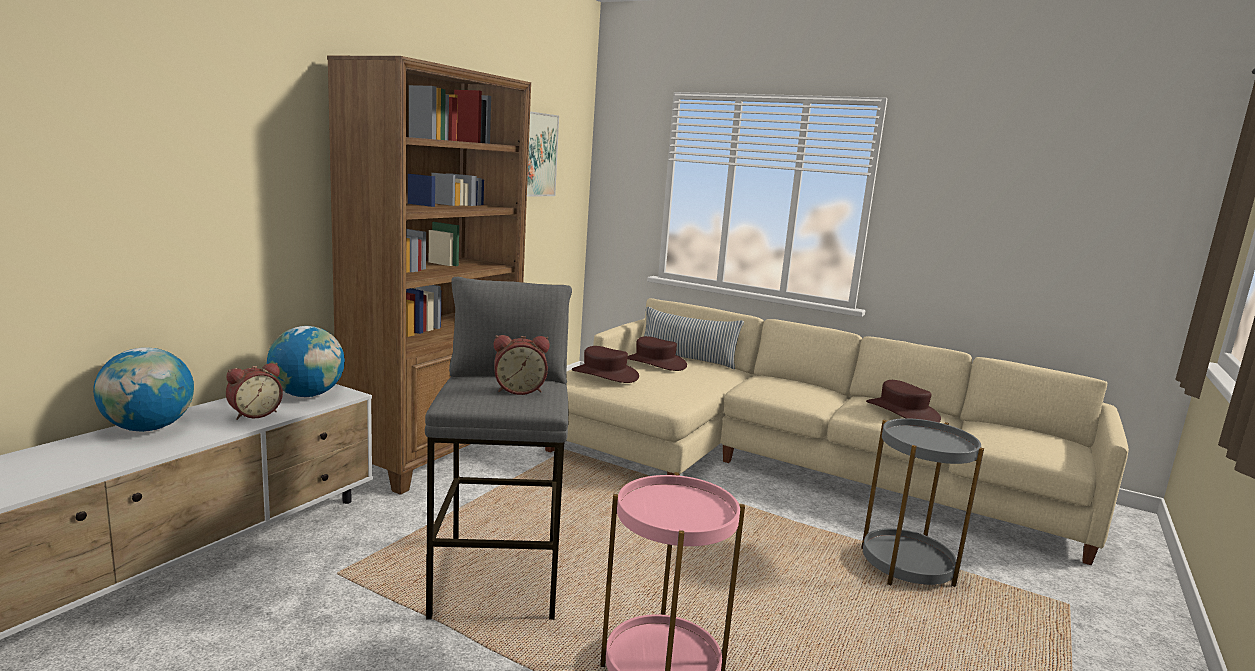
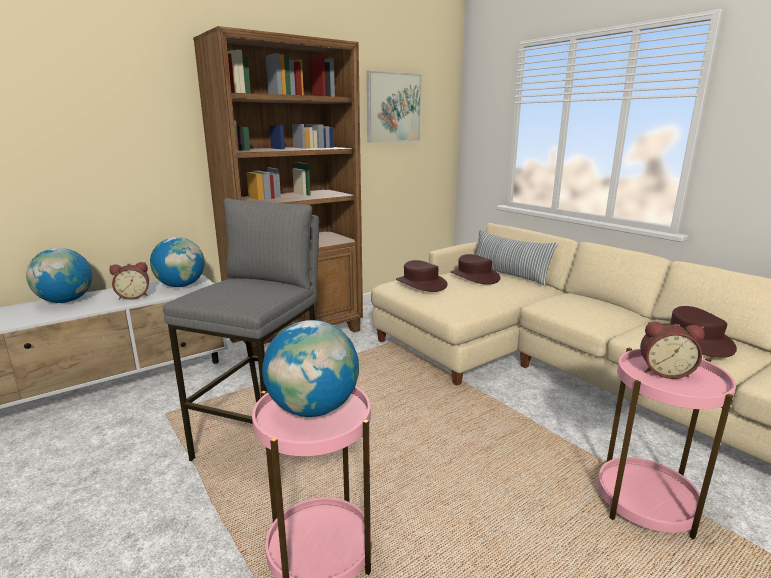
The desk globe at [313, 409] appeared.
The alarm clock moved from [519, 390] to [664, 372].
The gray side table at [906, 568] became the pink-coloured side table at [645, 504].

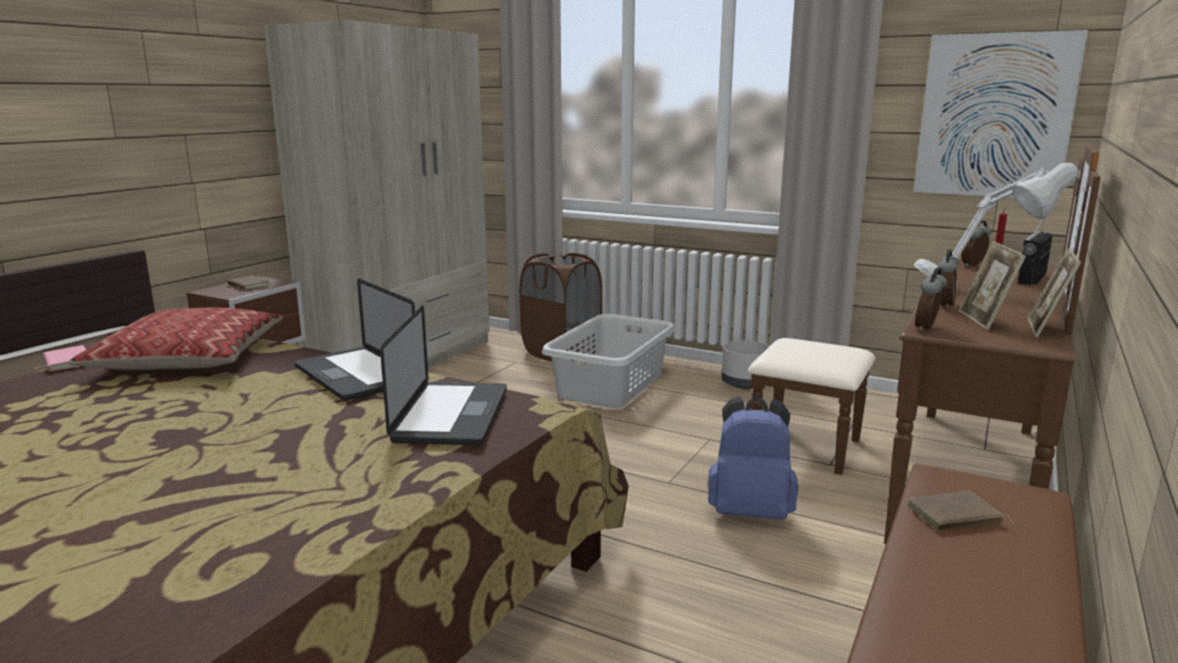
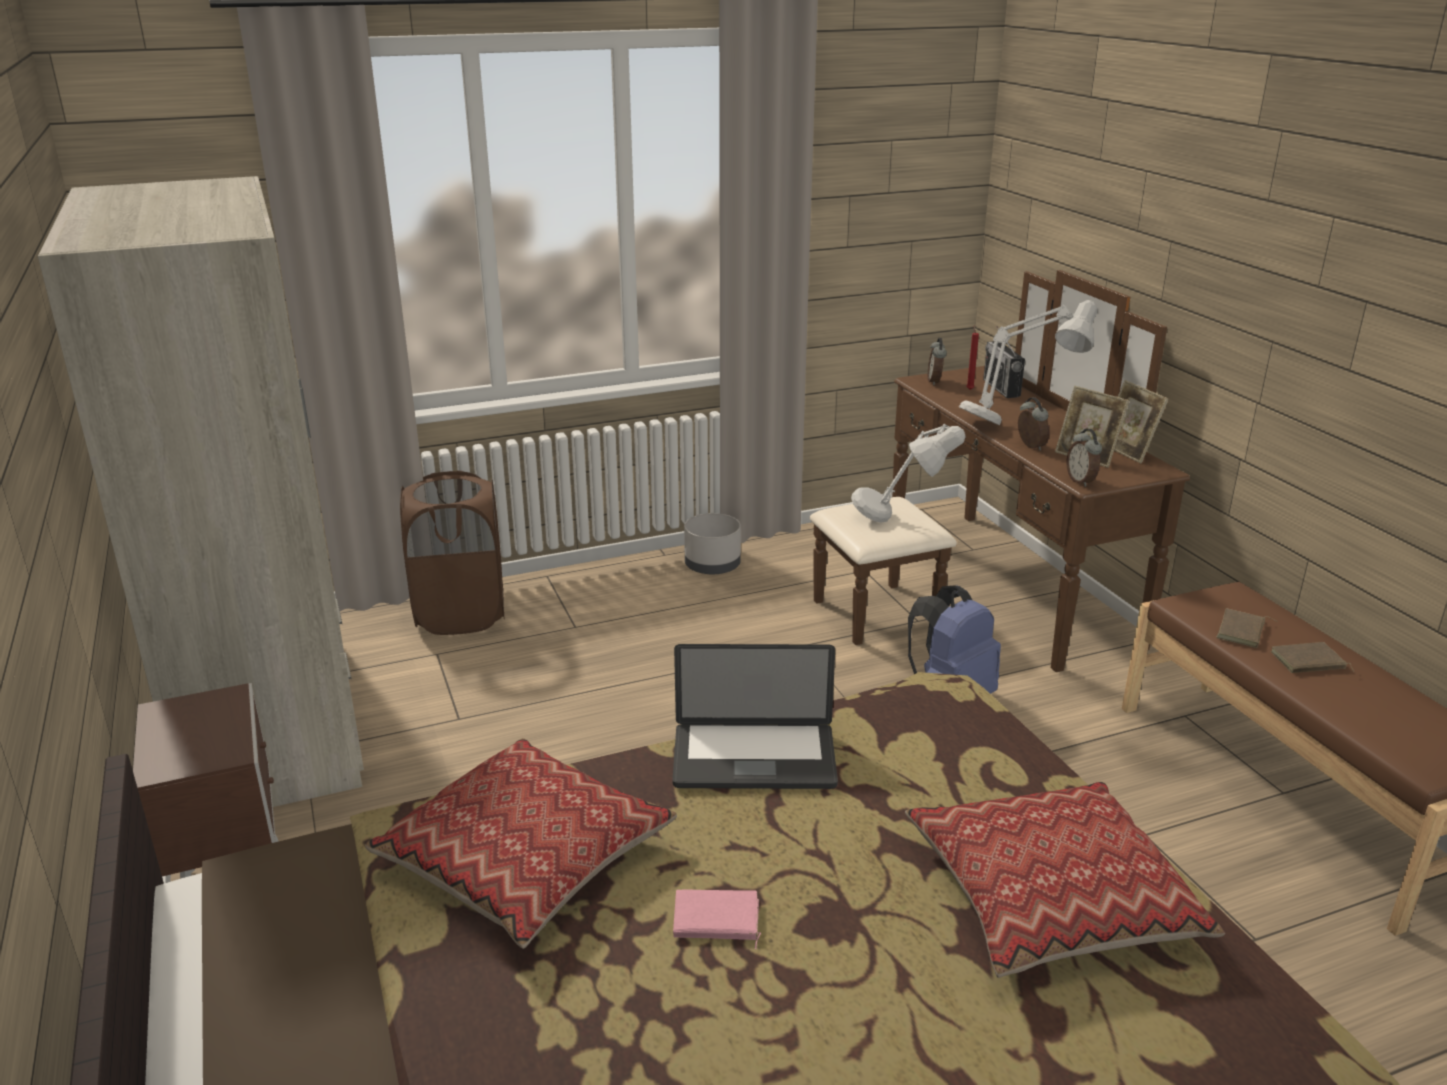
The portable computer at [451, 415] disappeared.
The gray washing basket at [612, 385] disappeared.
The wall picture at [995, 116] disappeared.
The gray table lamp at [902, 530] appeared.
The cushion at [1050, 896] appeared.
The pink-coloured volume moved from [65, 362] to [716, 921].
The brownish volume moved from [247, 285] to [1308, 662].

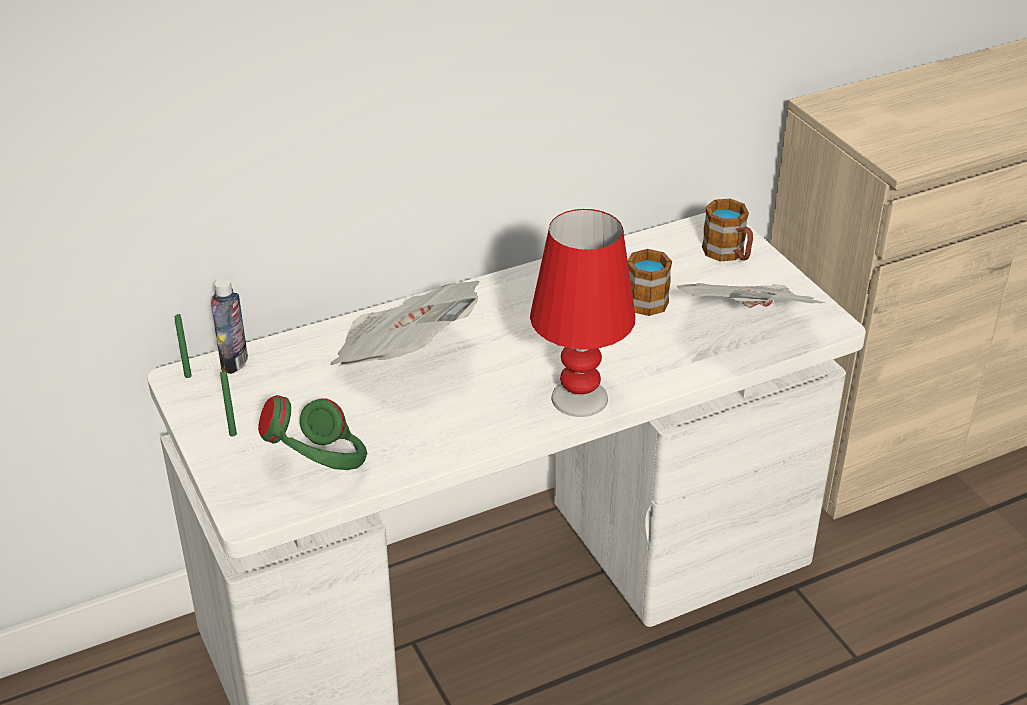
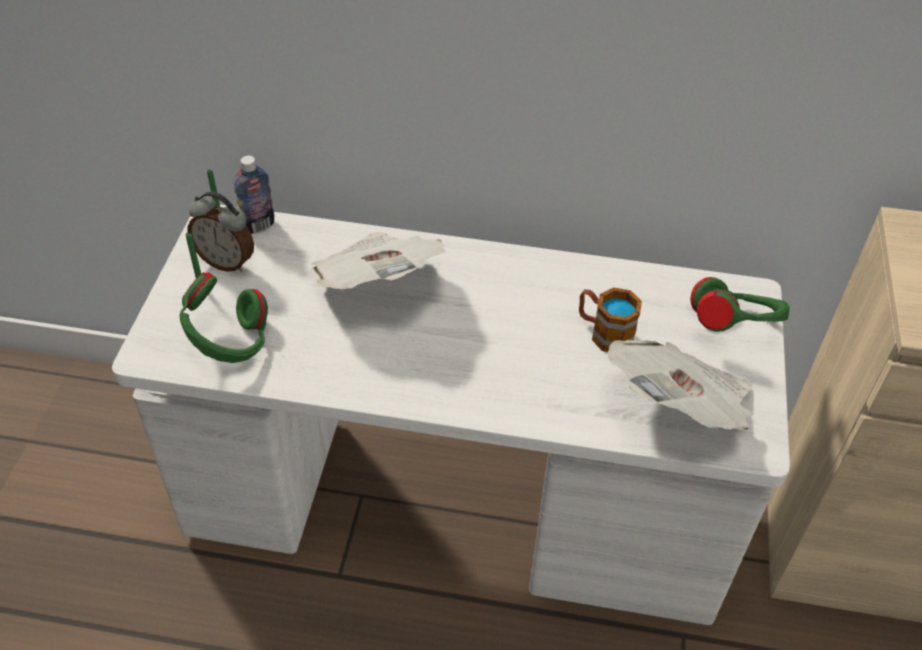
The red table lamp at [580, 399] disappeared.
The alarm clock at [227, 261] appeared.
The tea mug at [728, 254] was replaced by the green headset at [733, 328].

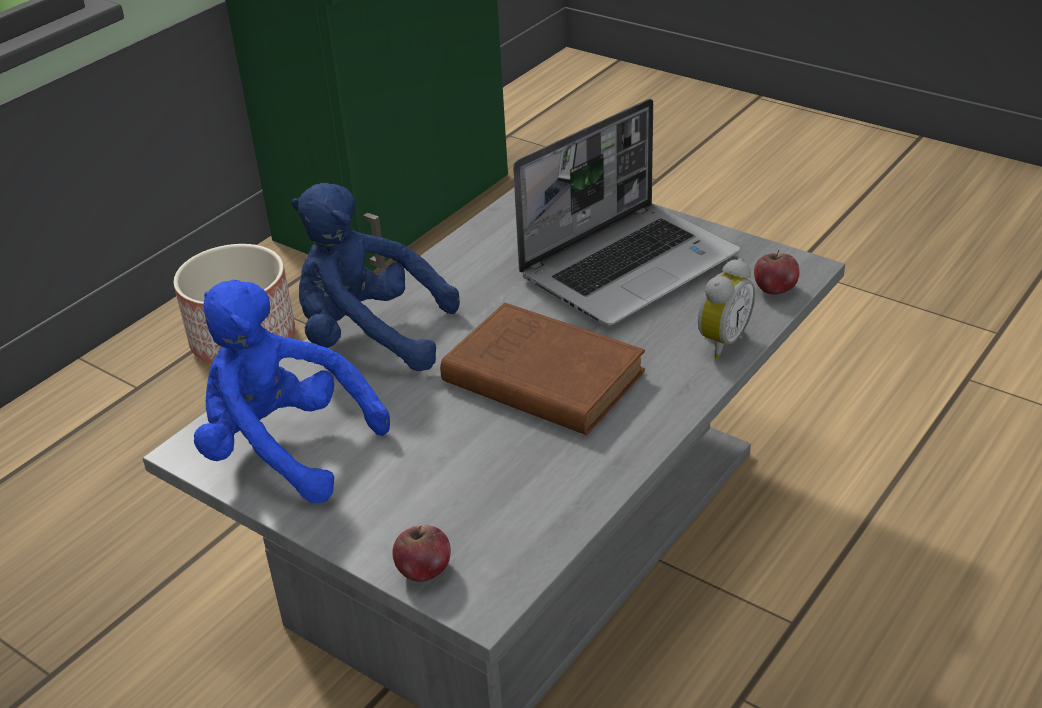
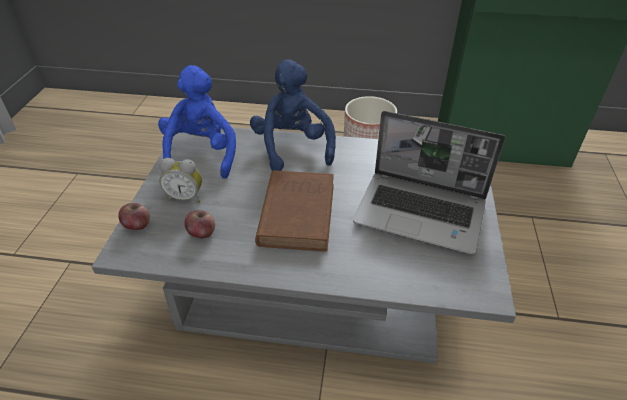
The alarm clock moved from [720, 341] to [186, 197].
The apple fruit moved from [775, 289] to [202, 233].

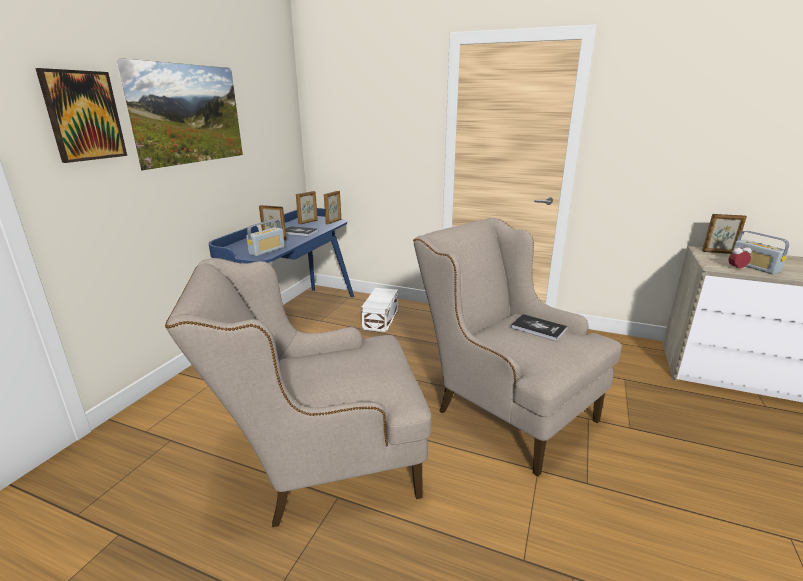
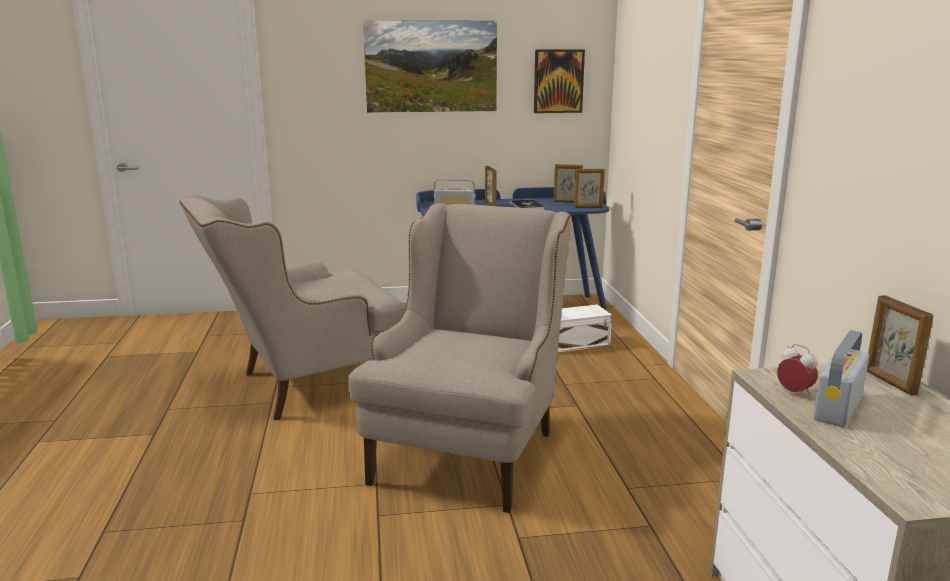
The volume at [538, 328] disappeared.
The wall picture moved from [83, 116] to [558, 81].
The beige-coloured armchair at [322, 465] turned 75 degrees counterclockwise.

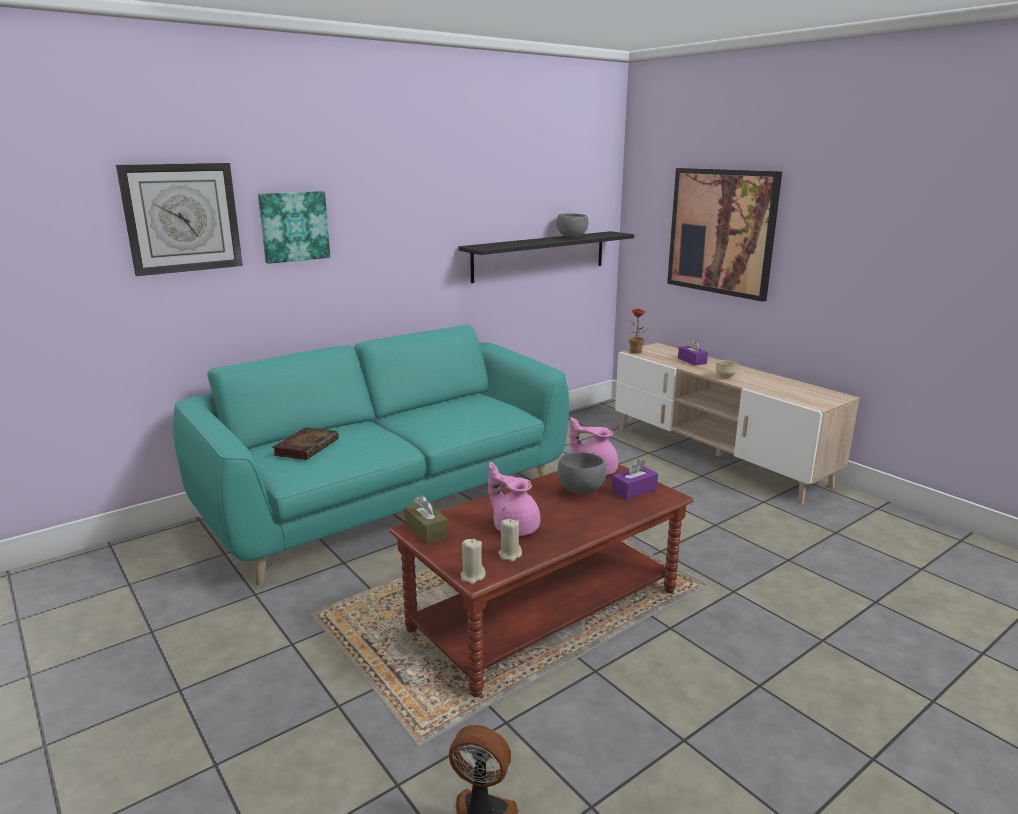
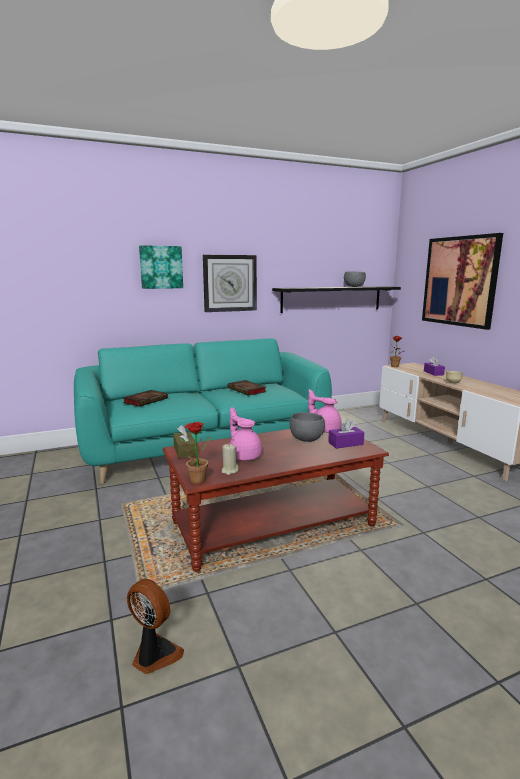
The volume at [247, 390] appeared.
The clock on the wall moved from [182, 218] to [230, 283].
The beige-coloured wax candle at [472, 576] was replaced by the plant in a pot at [194, 480].

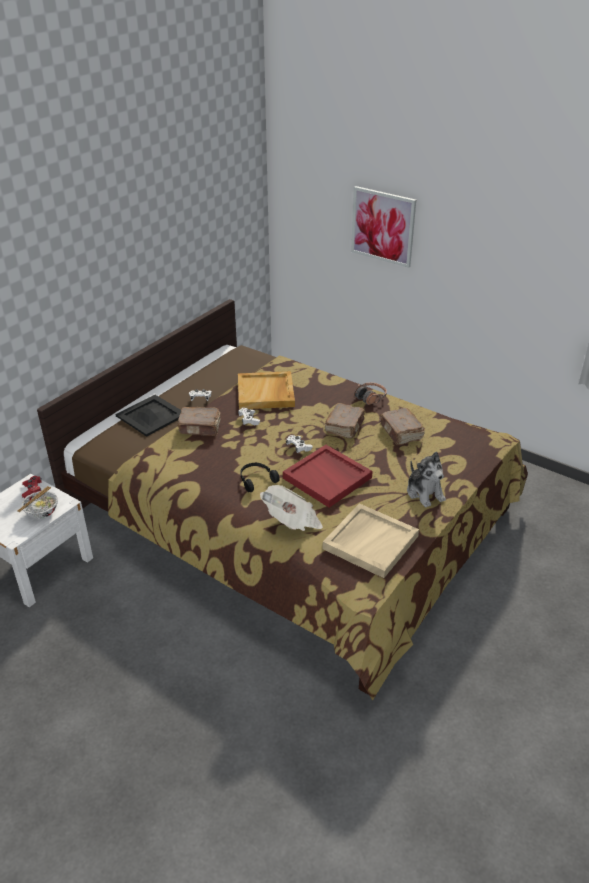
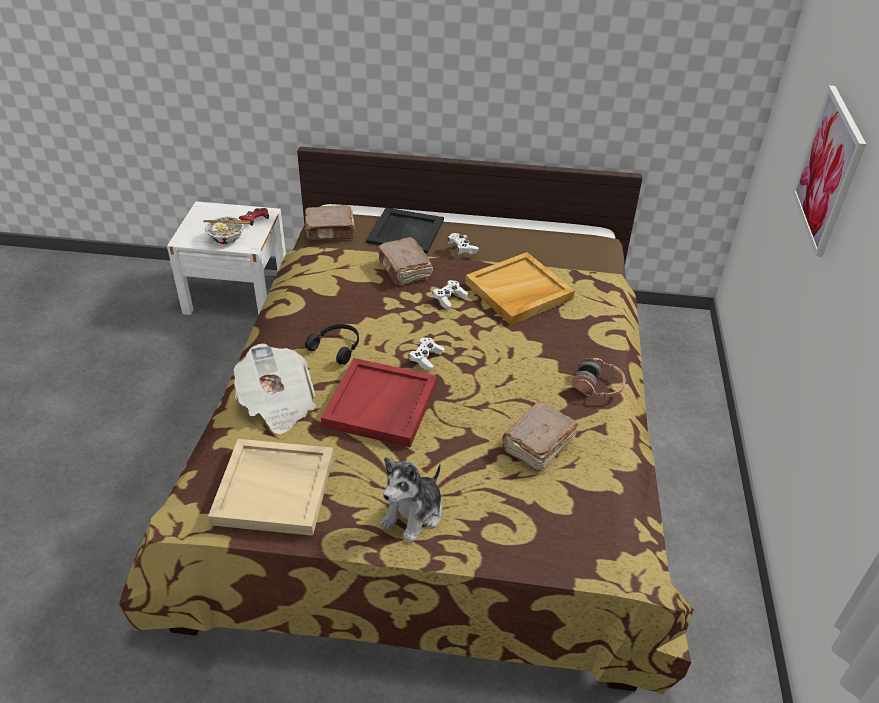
The brownish volume moved from [345, 427] to [331, 231].

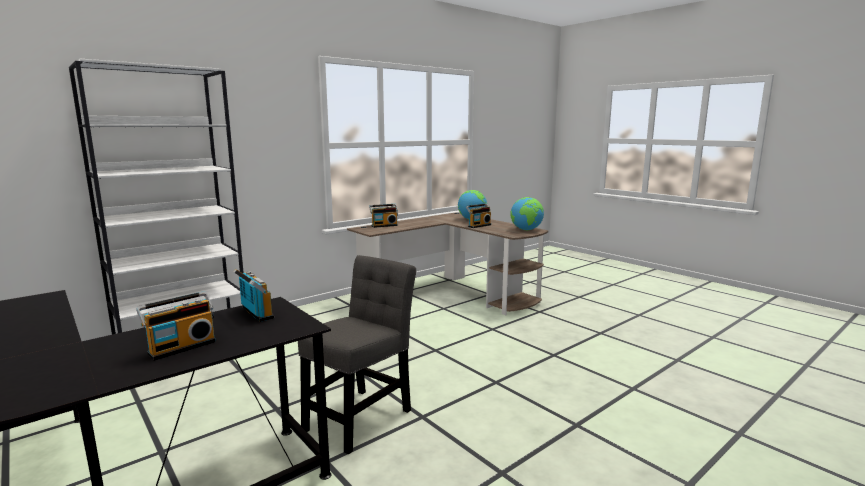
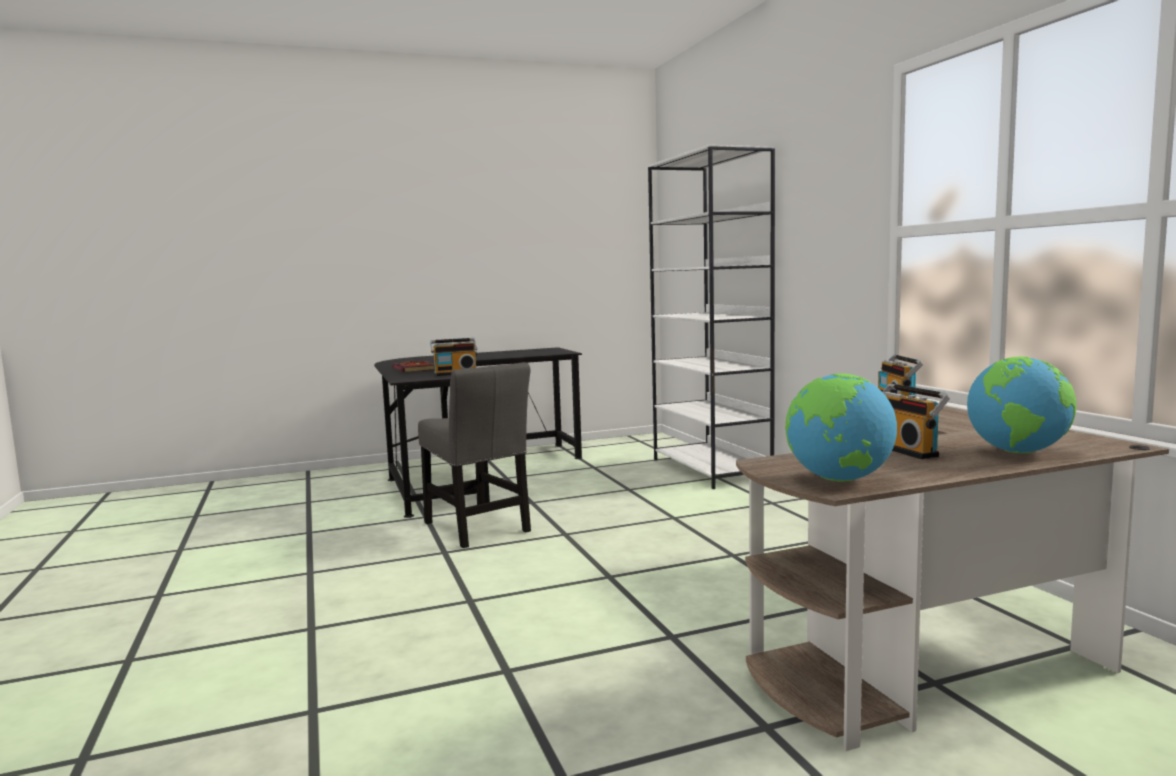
The radio set at [181, 347] was replaced by the volume at [415, 369].

